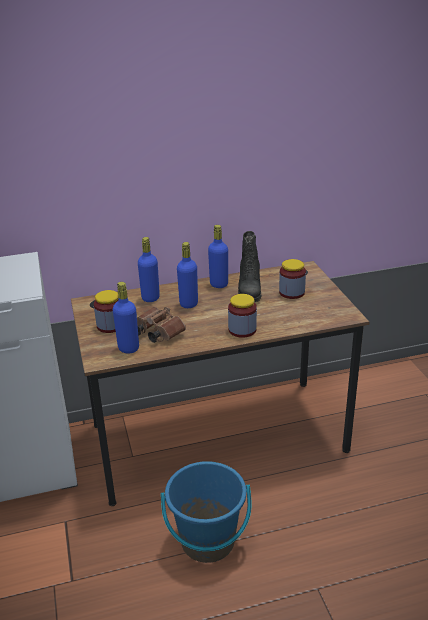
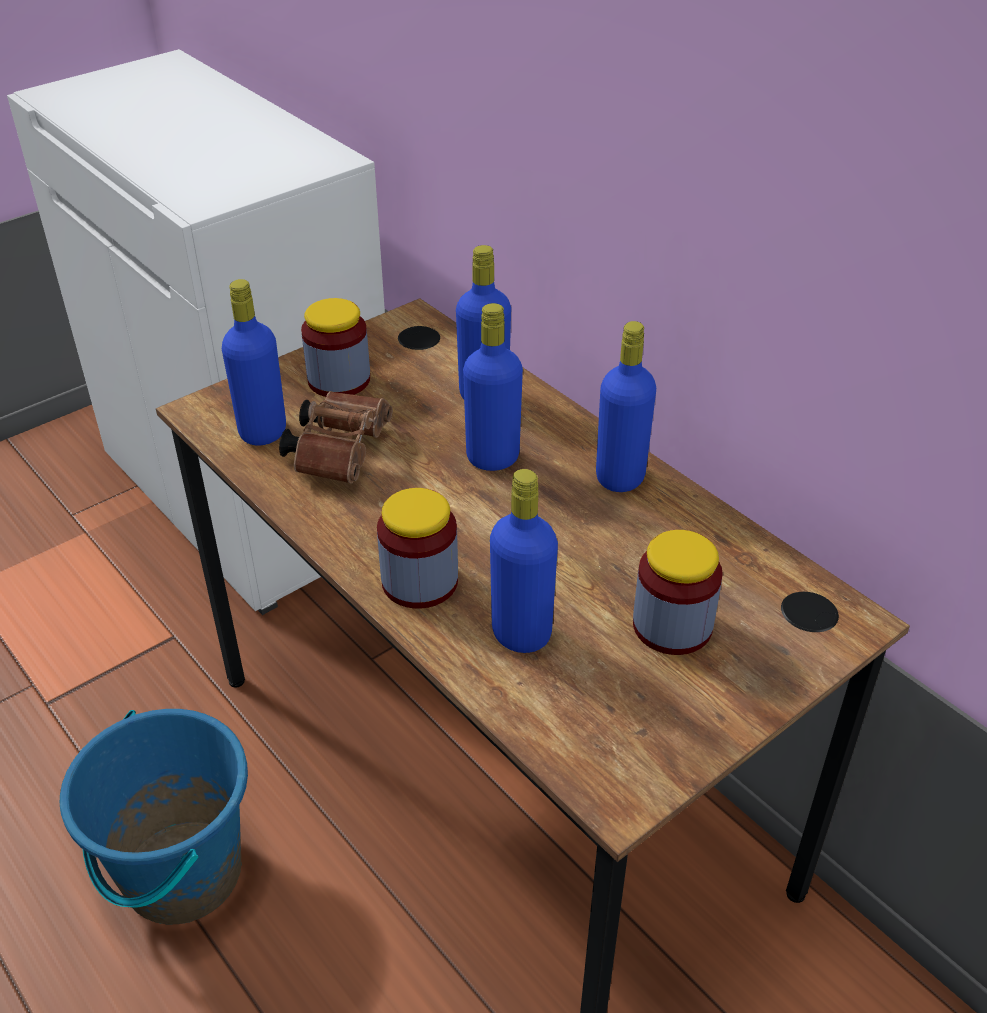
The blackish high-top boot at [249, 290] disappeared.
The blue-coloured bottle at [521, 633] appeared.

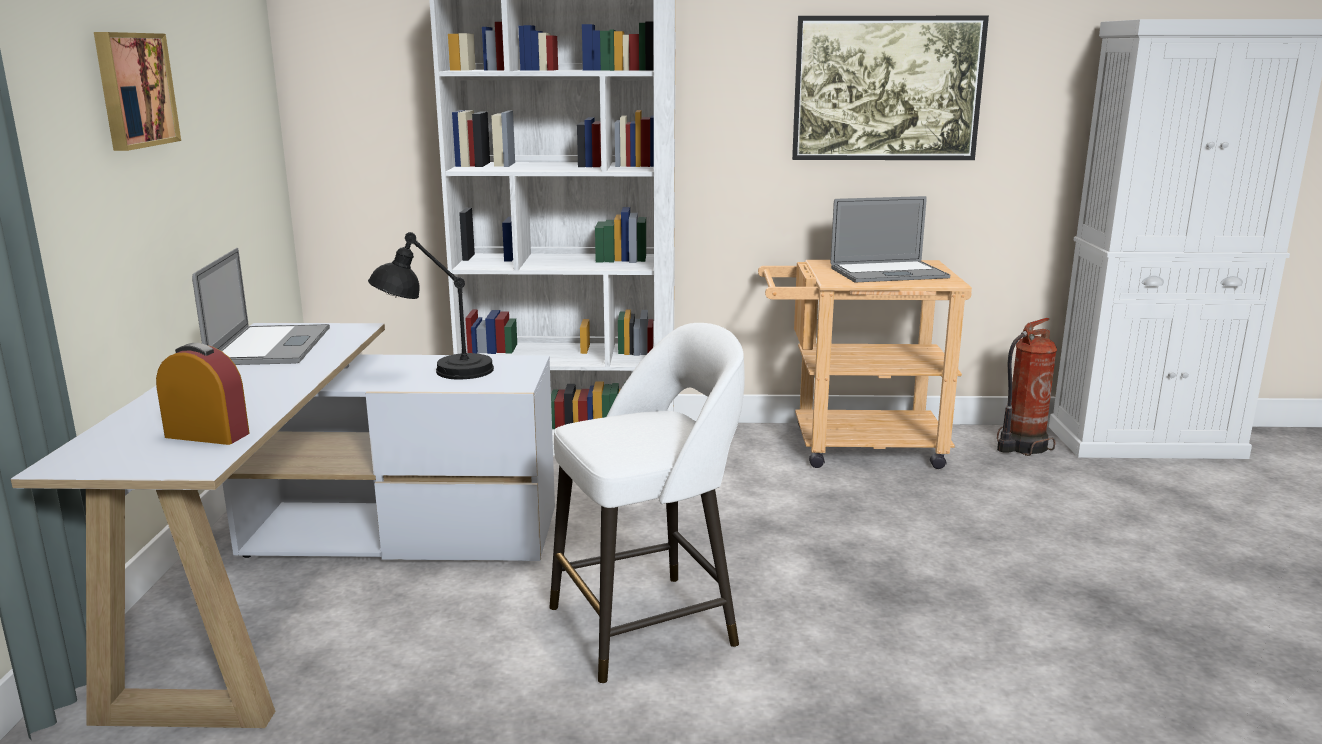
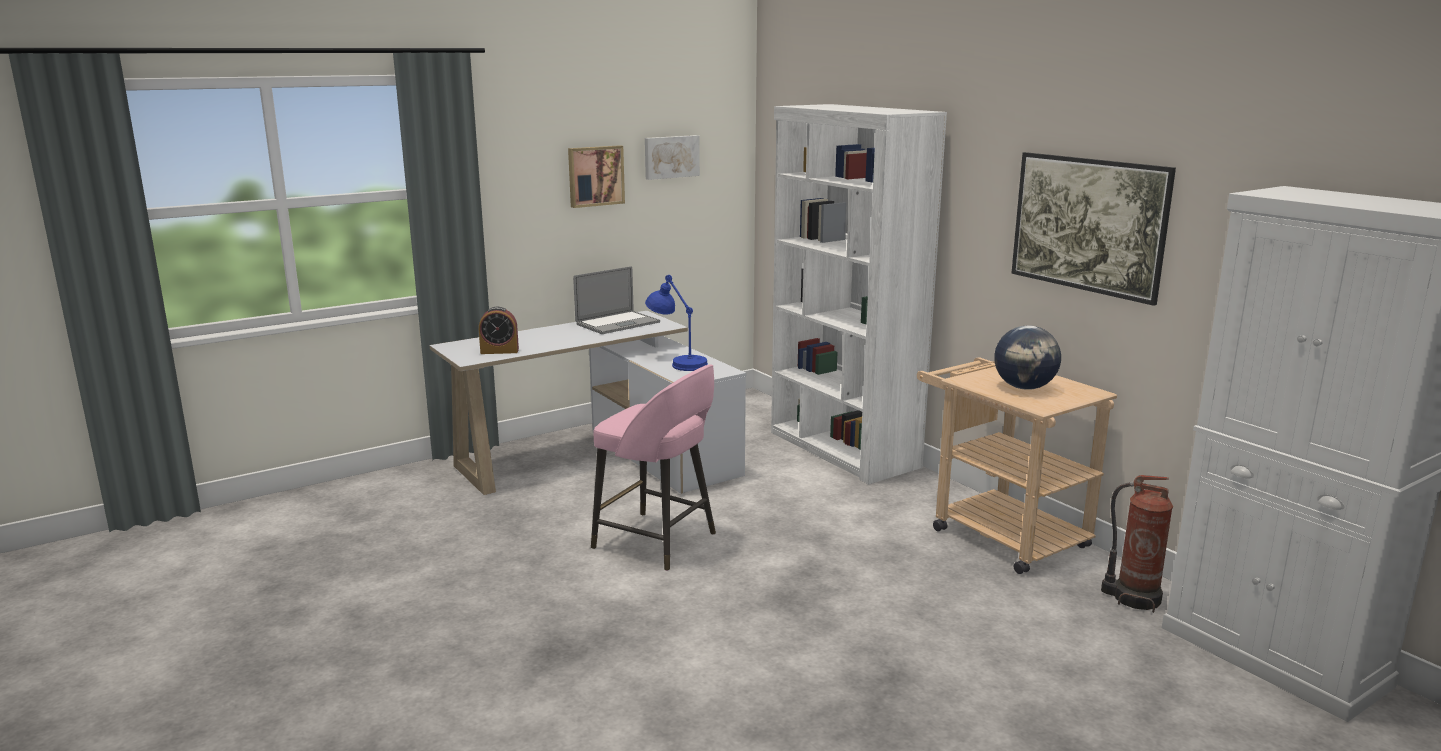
The wall picture at [671, 157] appeared.
The portable computer at [888, 273] was replaced by the desk globe at [1024, 387].
The blackish table lamp at [437, 373] became the blue-coloured table lamp at [677, 362].
The white-coloured stool at [648, 625] became the pink-coloured stool at [657, 541].
The alarm clock at [207, 435] turned 105 degrees clockwise.

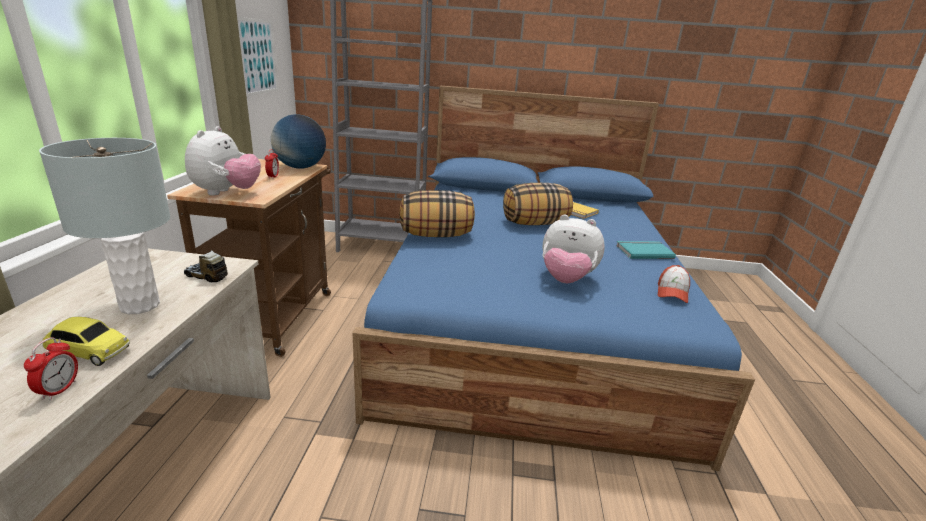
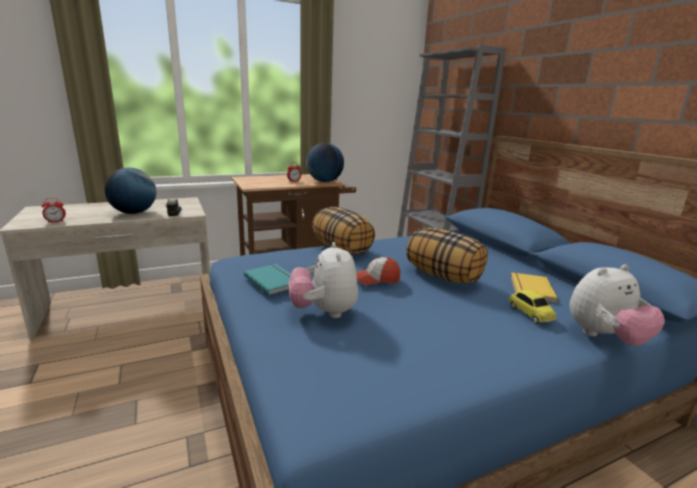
The wall picture at [258, 57] disappeared.
The model car moved from [89, 352] to [530, 313].
The soft toy moved from [226, 193] to [605, 337].
The blue-green volume moved from [643, 251] to [274, 280].
The cap moved from [672, 292] to [376, 279].
The gray table lamp at [140, 306] was replaced by the desk globe at [134, 213].

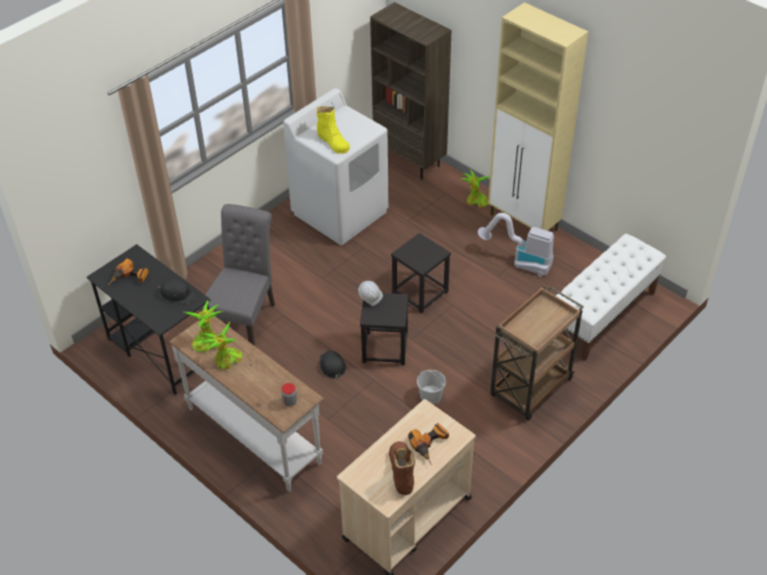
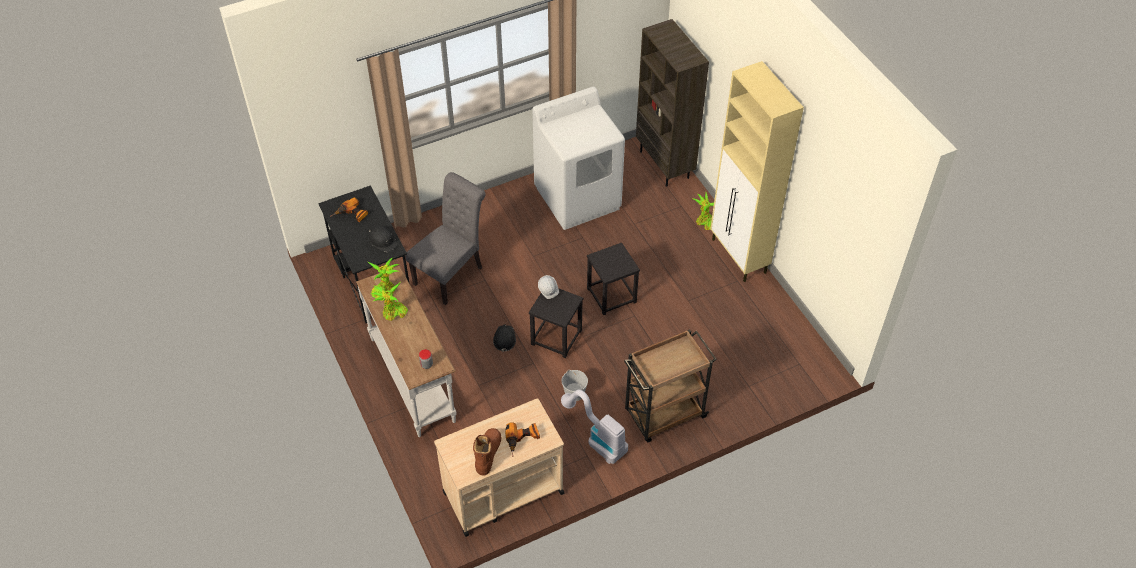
The yellow high-top boot at [333, 142] disappeared.
The white-coloured indoor bench at [602, 315] disappeared.
The hoover moved from [519, 261] to [597, 439].

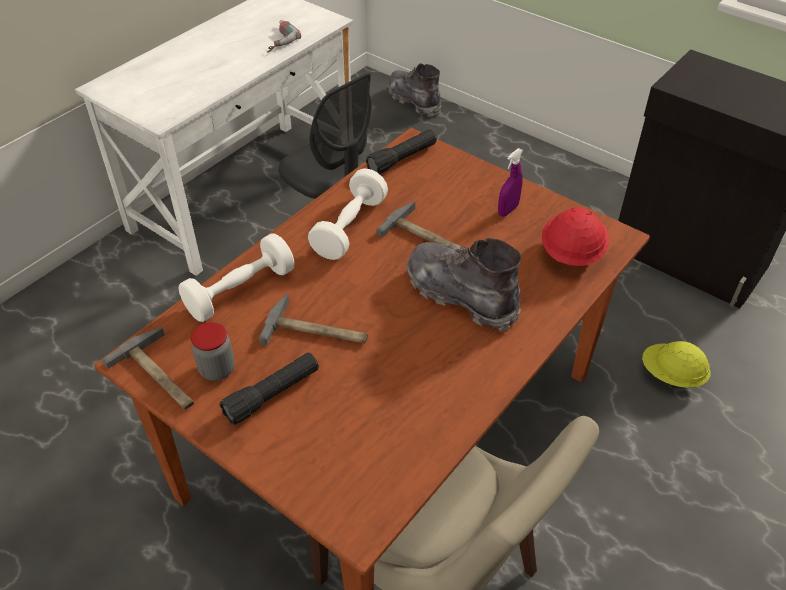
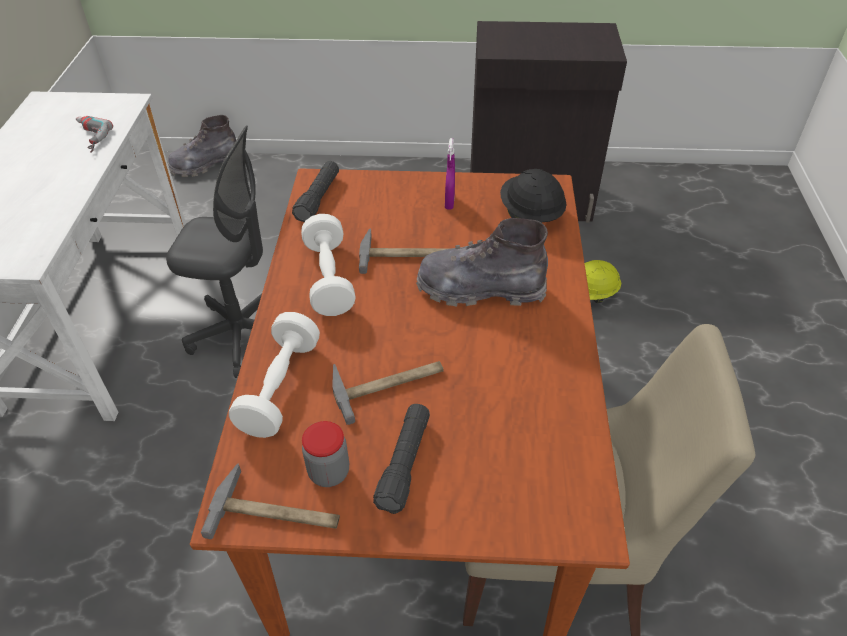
The red safety helmet at [571, 253] became the blackish safety helmet at [530, 214].
The gray high-top boot at [414, 100] turned 45 degrees counterclockwise.

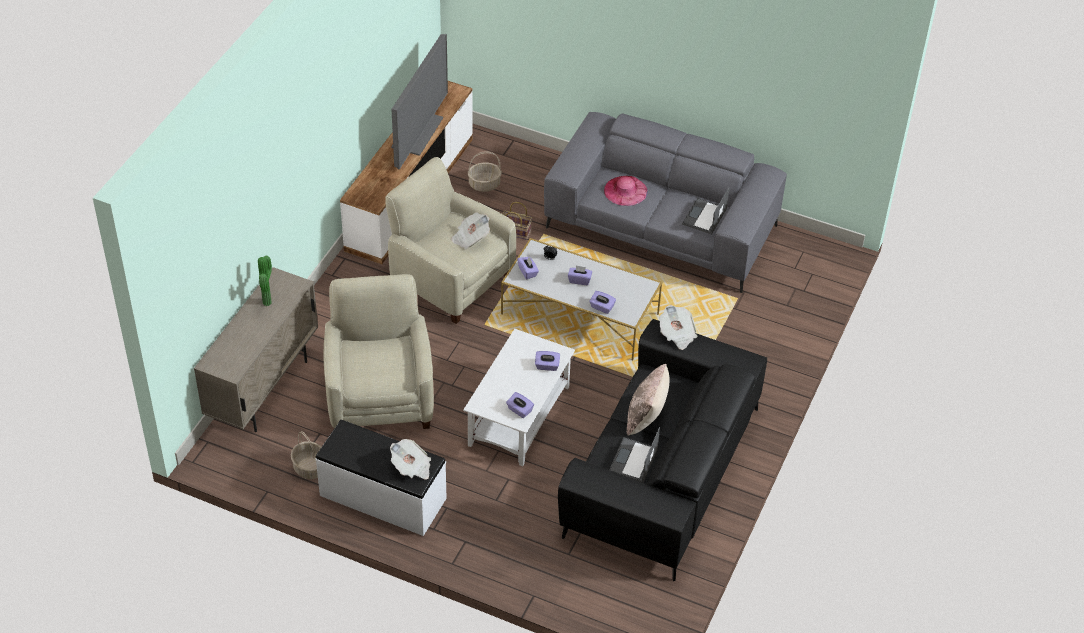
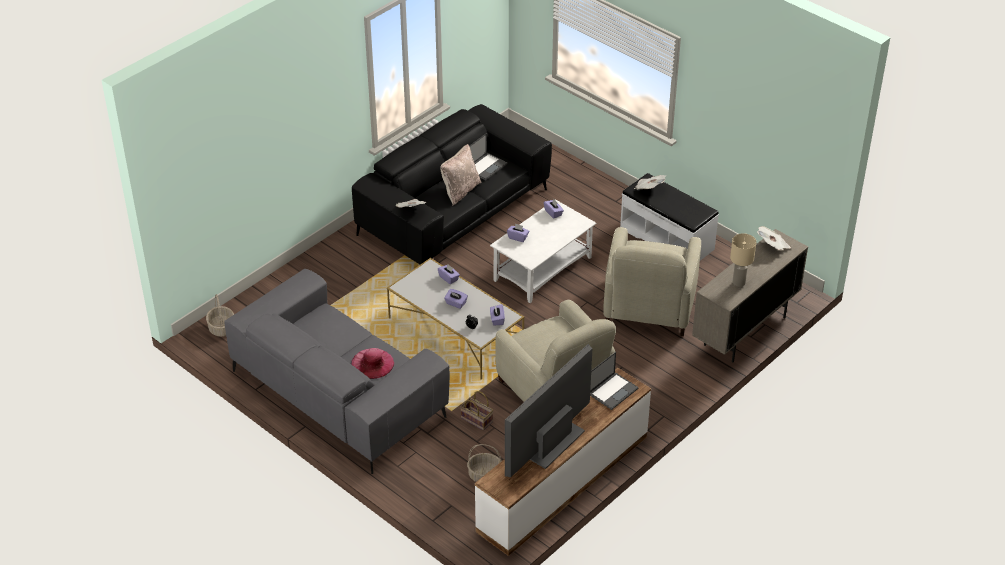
The household basket moved from [310, 468] to [221, 328].
The printed paper moved from [470, 238] to [773, 246].
The portable computer moved from [704, 217] to [613, 390].
The plant in a pot at [269, 302] was replaced by the beige-coloured table lamp at [738, 282].

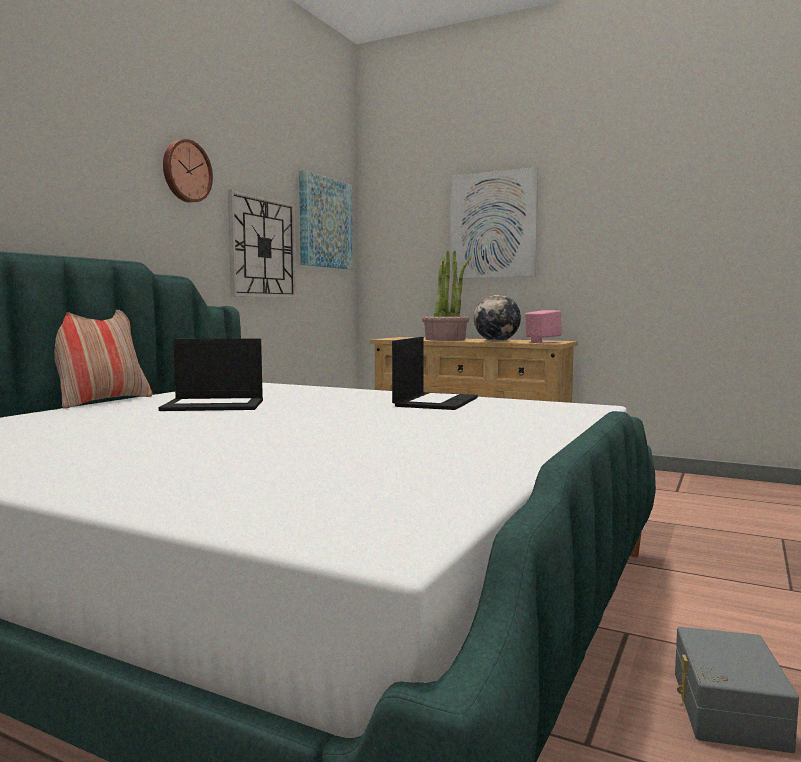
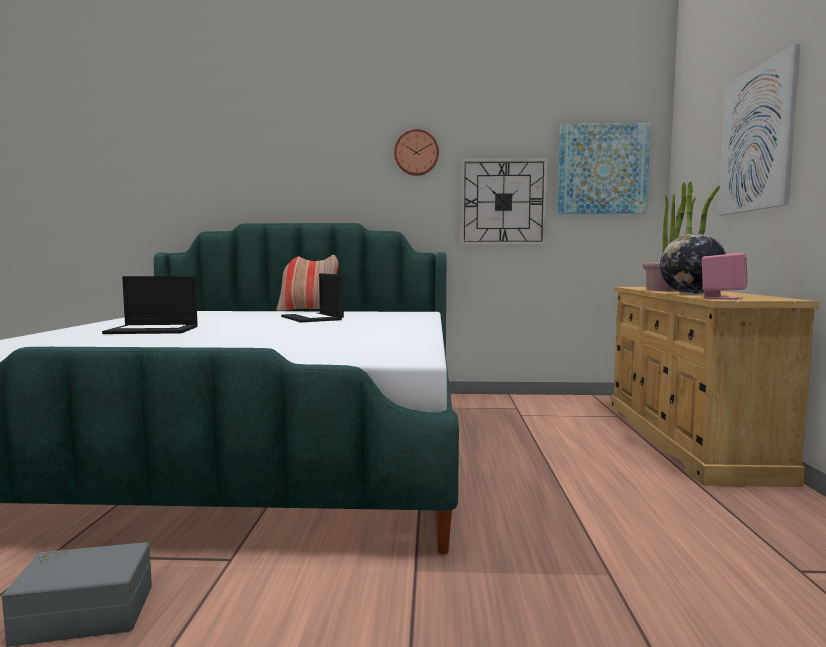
The portable computer moved from [435, 402] to [154, 330].

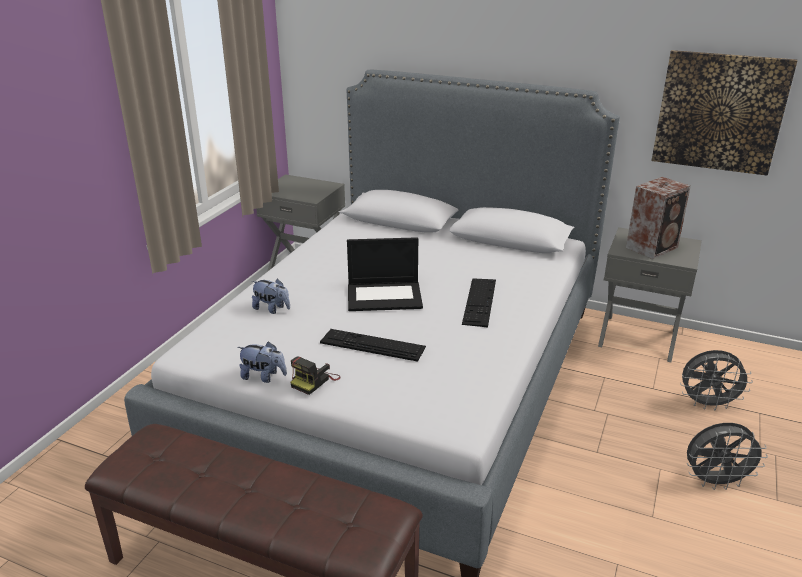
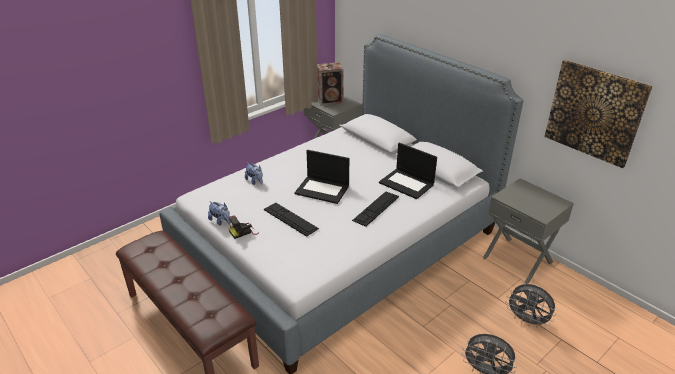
The portable computer at [407, 183] appeared.
The audio speaker moved from [653, 247] to [331, 100].

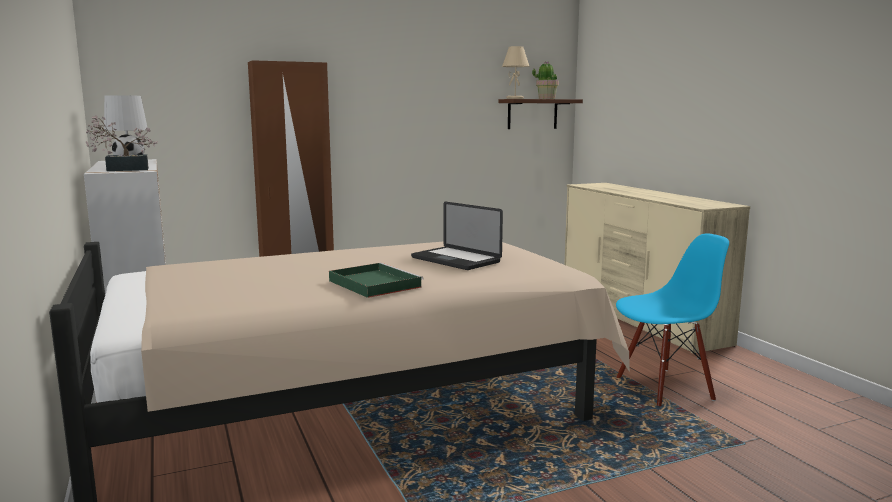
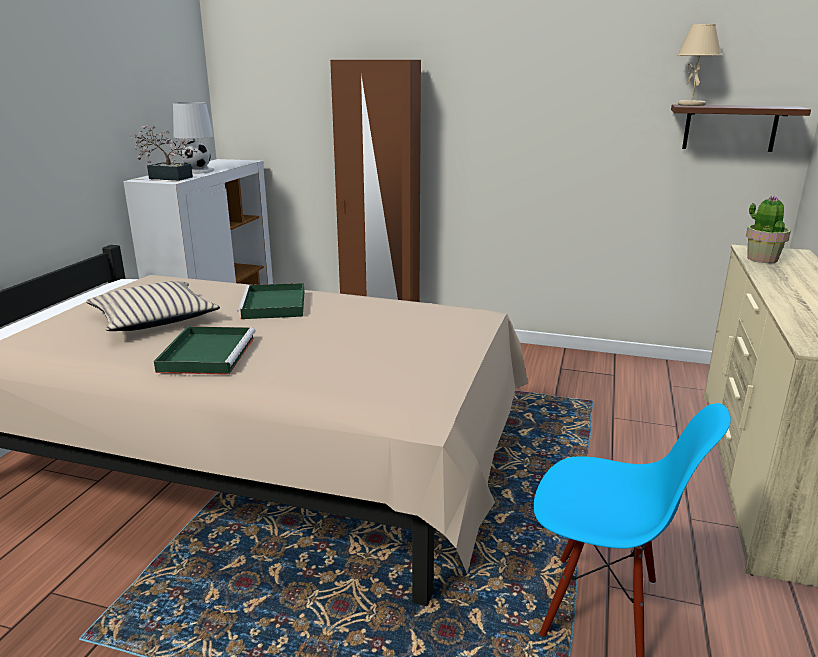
The portable computer at [455, 260] disappeared.
The beige-coloured cushion at [153, 318] appeared.
The green carrying tray at [274, 305] appeared.
The plant in a pot moved from [546, 99] to [762, 259].

